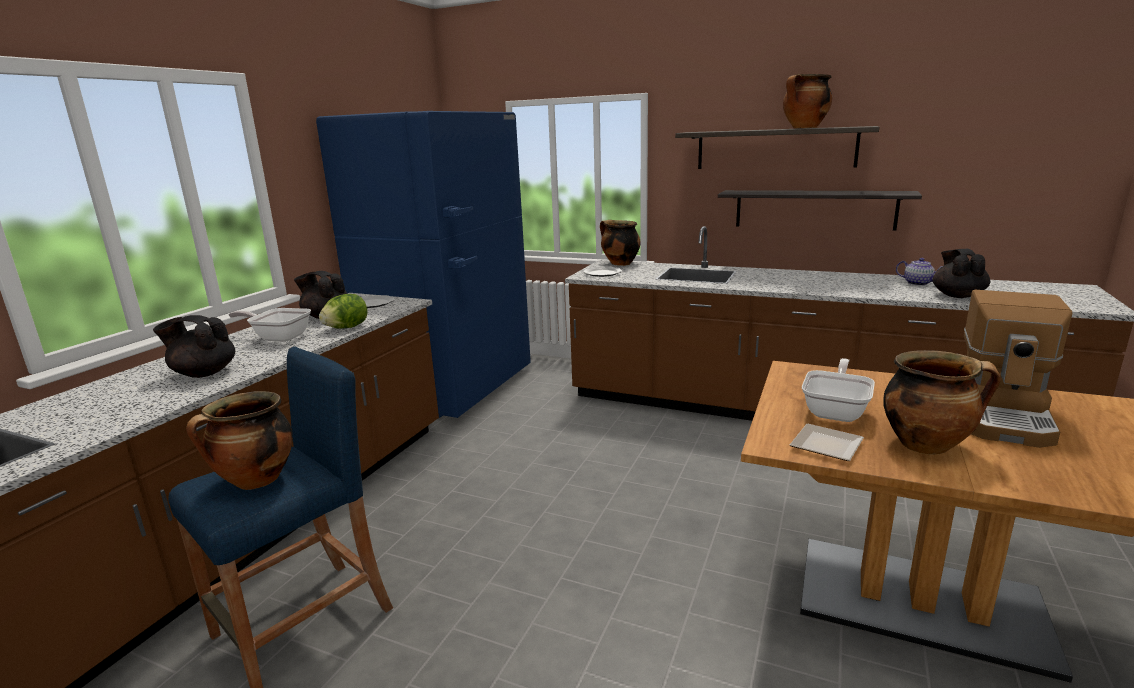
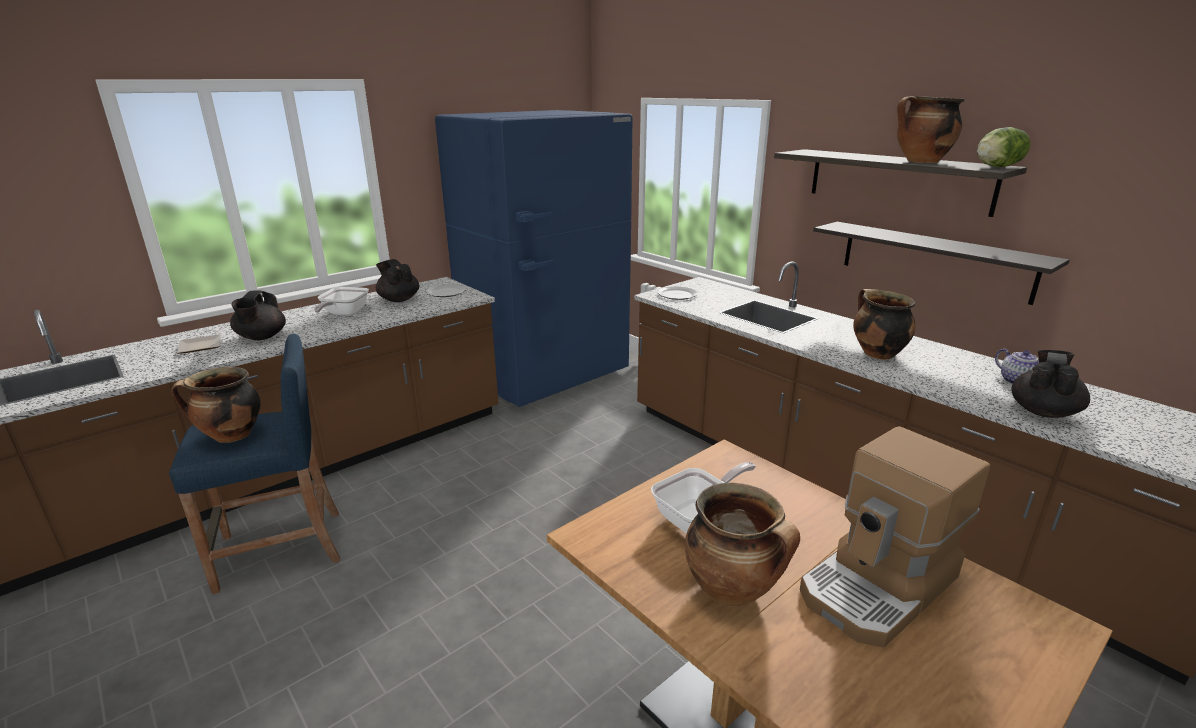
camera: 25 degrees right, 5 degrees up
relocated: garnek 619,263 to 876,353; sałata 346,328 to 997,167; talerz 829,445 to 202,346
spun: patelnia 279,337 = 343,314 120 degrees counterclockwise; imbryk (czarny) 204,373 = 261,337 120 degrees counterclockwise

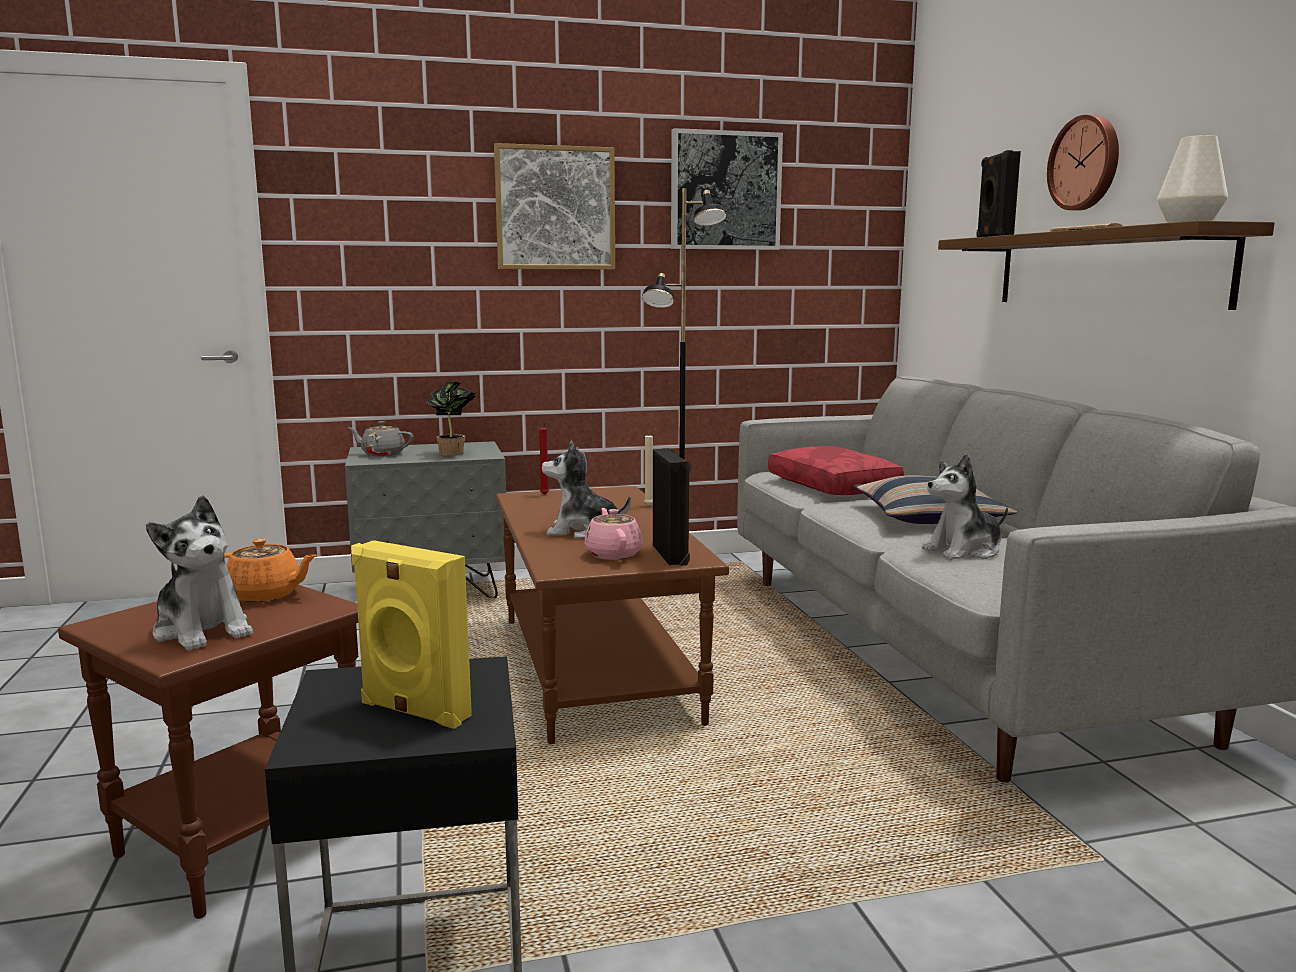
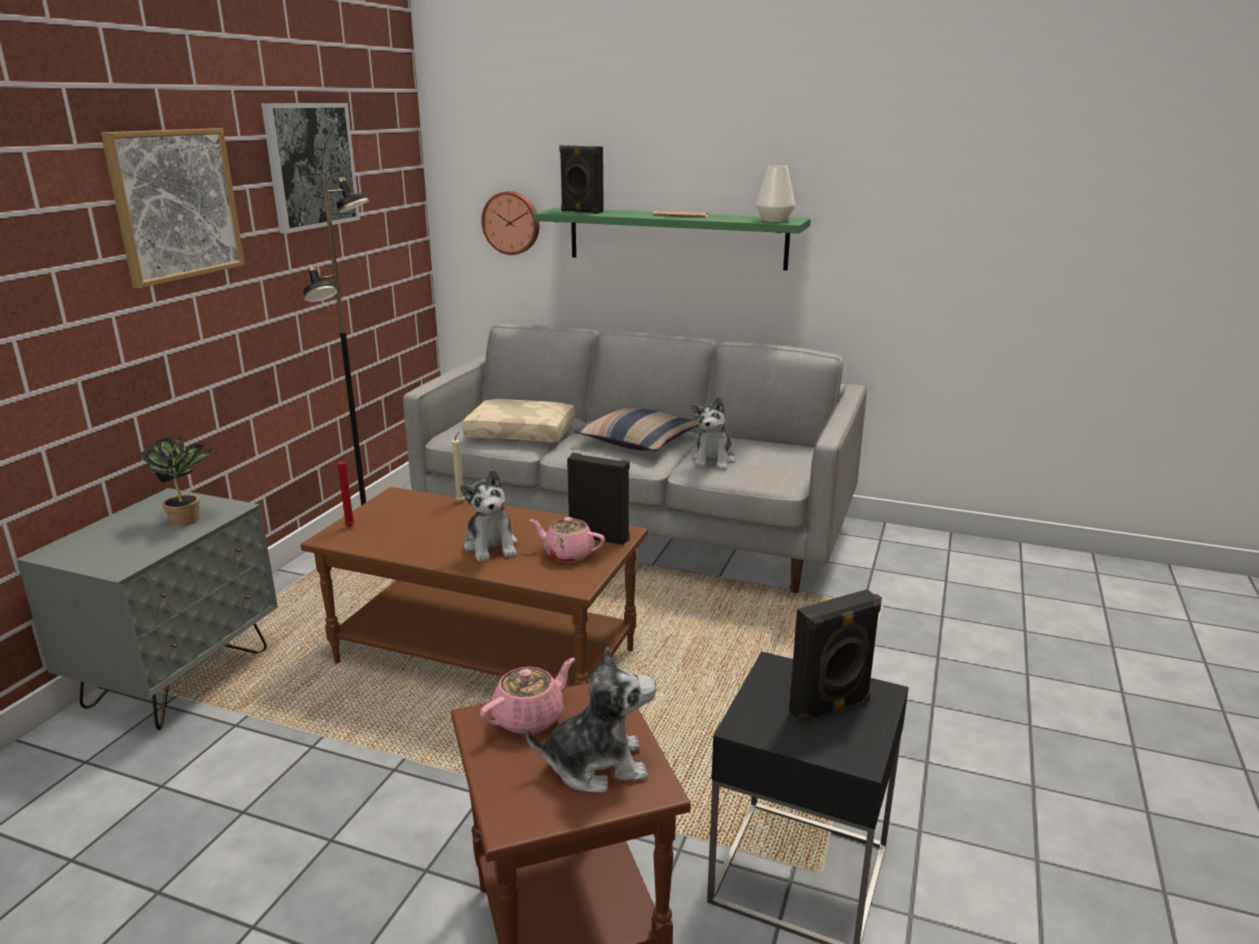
camera: 55 degrees left, 10 degrees up
missing: imbryk (szary) 382,454
relocated: zegar ścienny 1086,163 to 512,222
colour: półka (brązowy) 1104,269 to półka (zielony) 676,238; poduszka (czerwony) 835,486 to poduszka (beżowy) 522,433; imbryk (pomarańczowy) 266,595 to imbryk (różowy) 530,718; głośnik (żółty) 413,711 to głośnik (czarny) 831,708
spun: pluszak 582,531 = 491,546 60 degrees counterclockwise

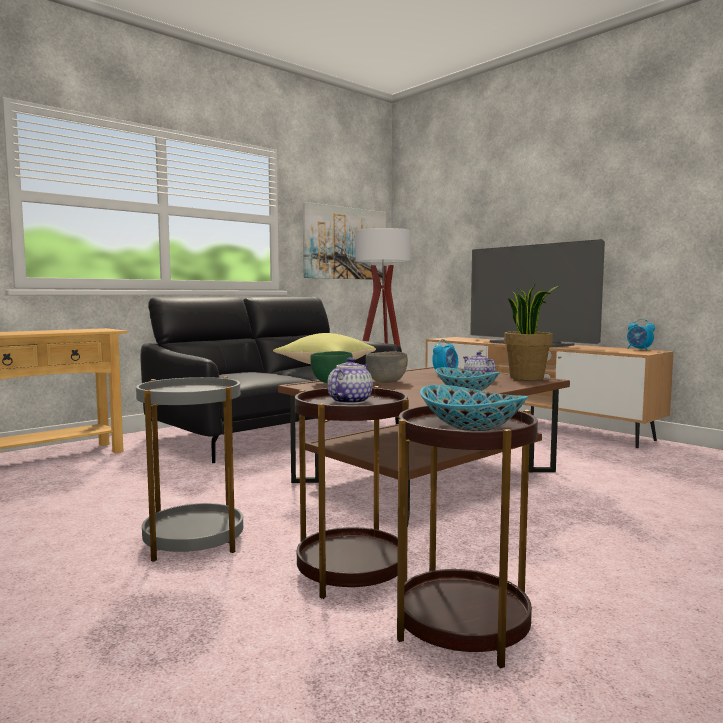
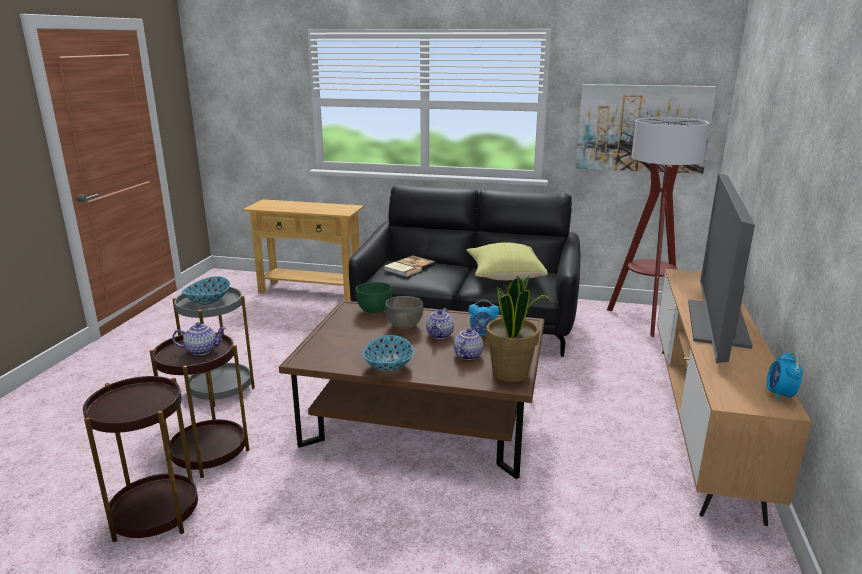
camera: 55 degrees right, 15 degrees up
appeared: książka 408,267; imbryk 440,335
relocated: miska 472,427 to 208,301

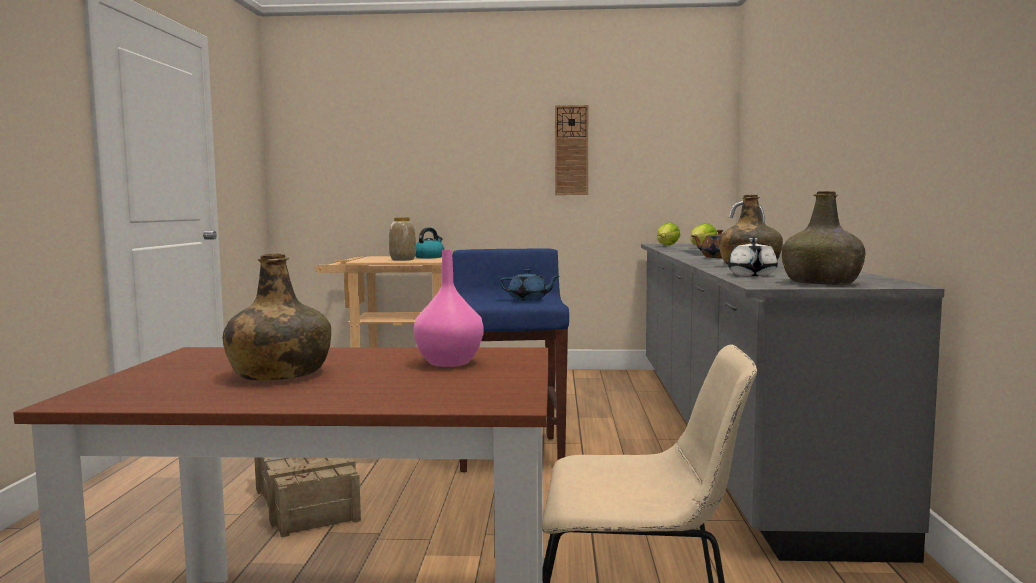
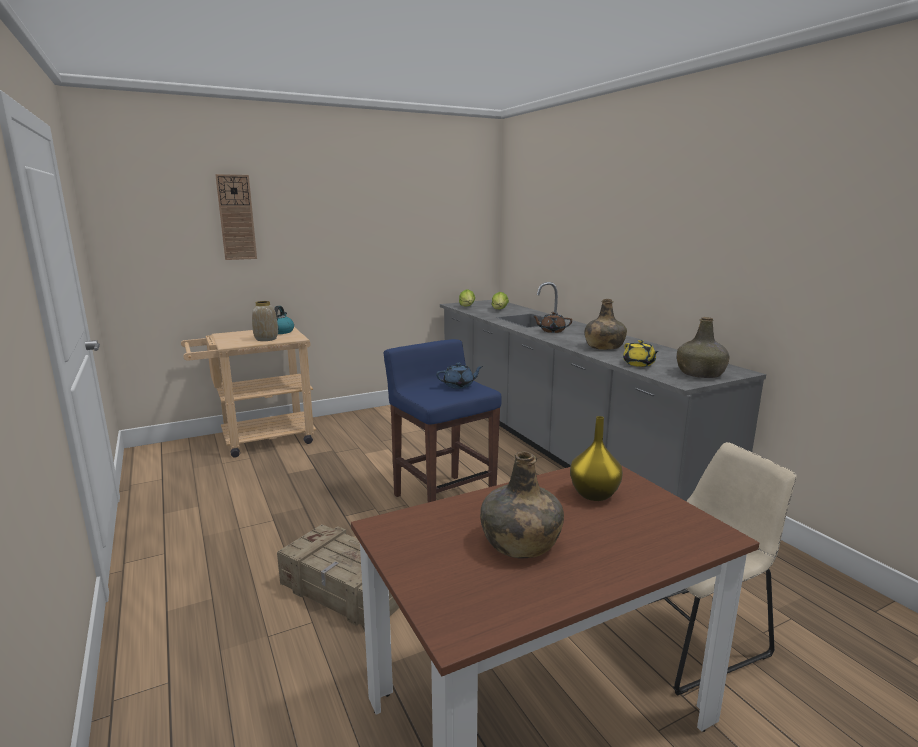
camera: 30 degrees left, 10 degrees up
relocated: zegar ścienny 571,150 to 236,217
colour: imbryk (biały) 752,275 to imbryk (żółty) 639,364; wazon (różowy) 448,362 to wazon (żółty) 593,494

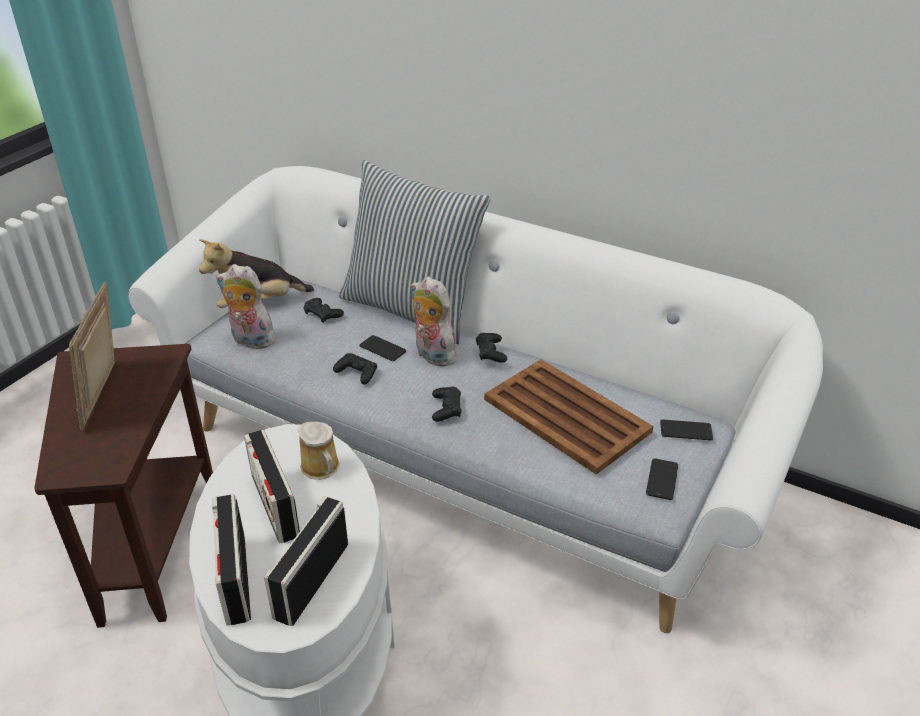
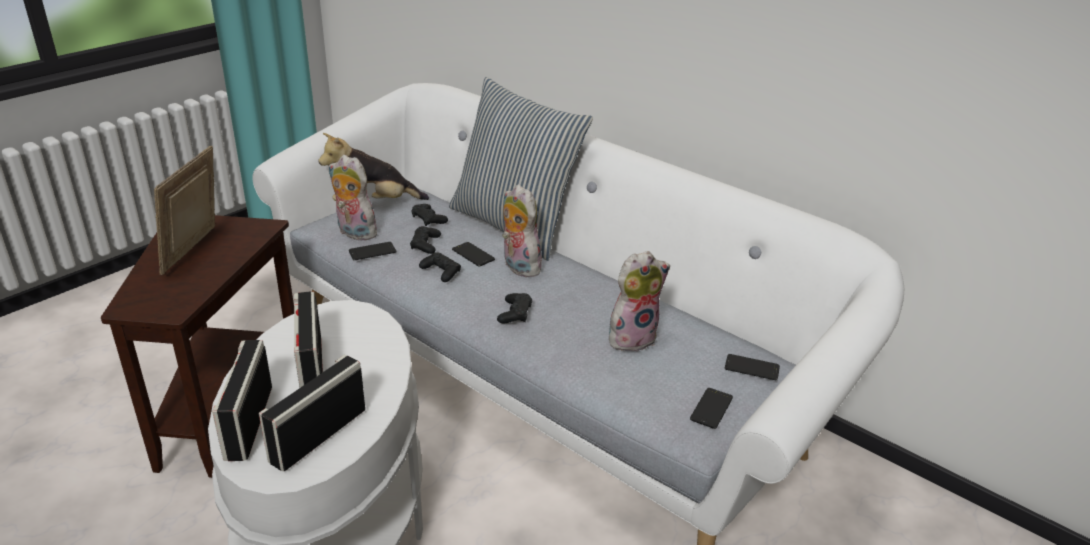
camera: 10 degrees right, 5 degrees down
missing: kubek 321,469
appeared: telefon 372,252
relocated: pad do gier (czarny) 491,352 to 425,244
exchanged: taca (brązowy) 567,416 to pluszak 632,337

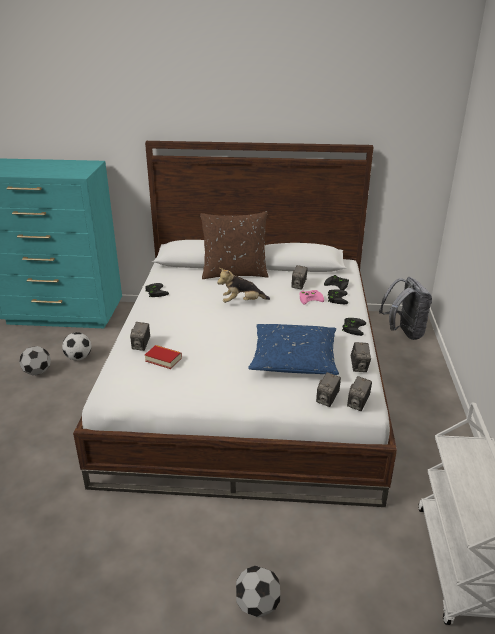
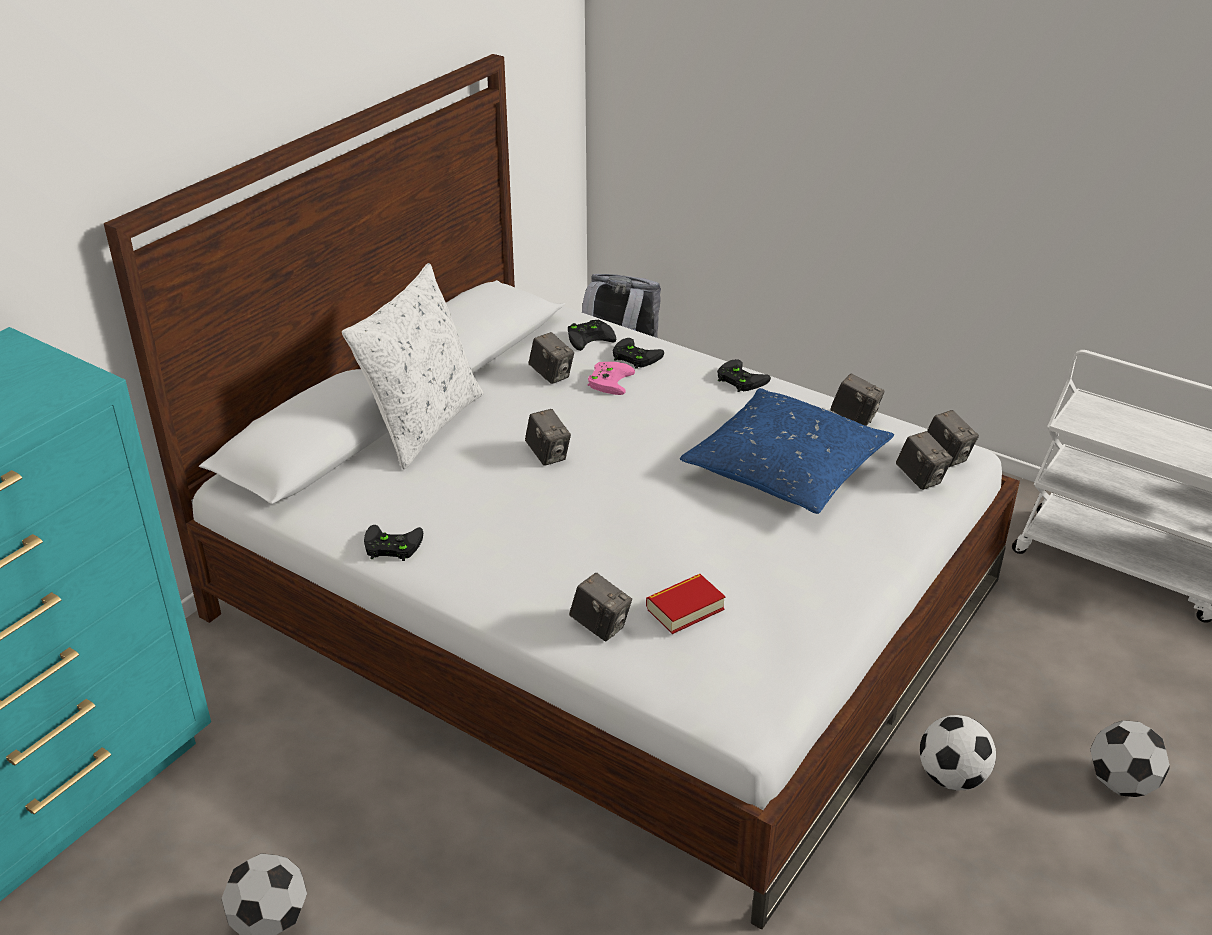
camera: 60 degrees left, 5 degrees up
relocated: piłka futbolowa 78,357 to 951,777
exchanged: pluszak 242,302 to aparat fotograficzny 548,455
colour: poduszka (brązowy) 234,273 to poduszka (biały) 422,424

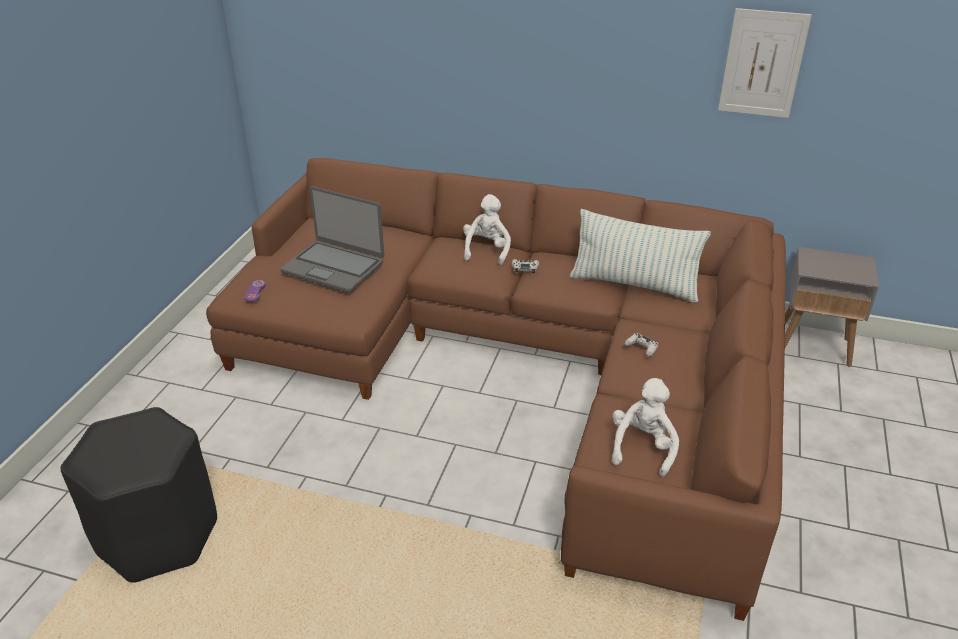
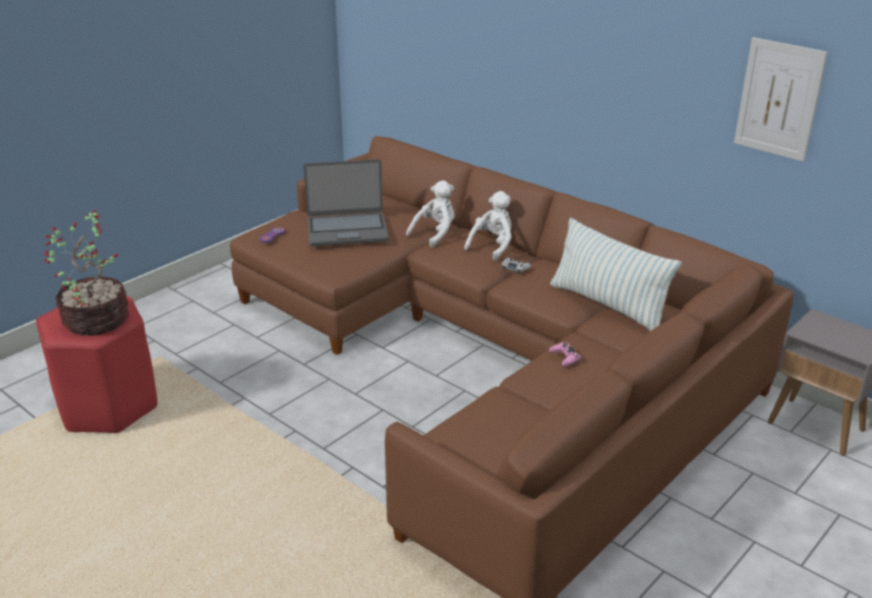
camera: 25 degrees right, 5 degrees down
appeared: roślina doniczkowa 97,320
relocated: pluszak (biały) 642,447 to 435,234
colour: pad do gier (biały) 641,348 to pad do gier (różowy) 565,358; stołek (czarny) 158,536 to stołek (czerwony) 108,406
spun: laptop 334,267 = 347,230 60 degrees counterclockwise

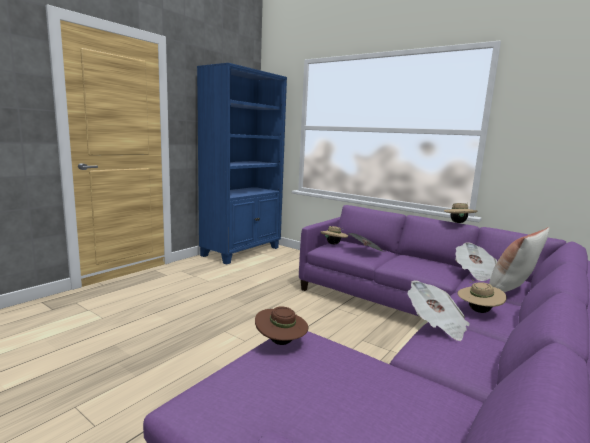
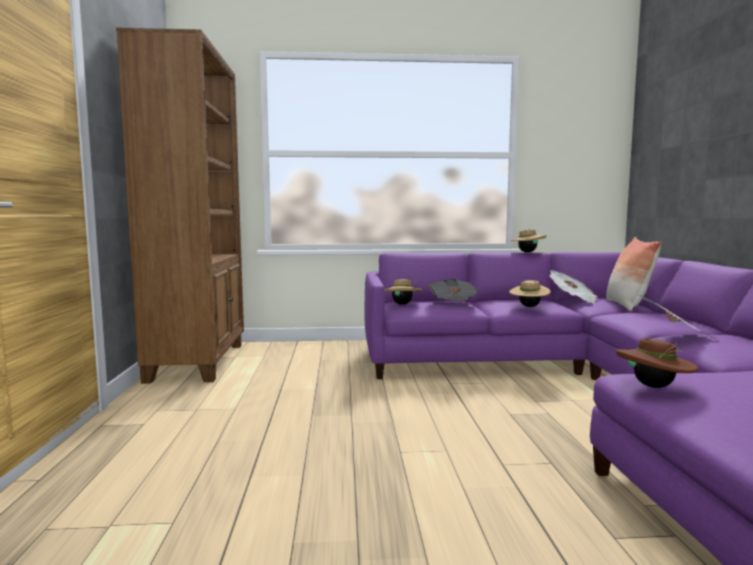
camera: 40 degrees left, 5 degrees down
relocated: kapelusz (beżowy) 478,311 to 528,306
colour: regał (niebieski) 242,251 to regał (brązowy) 199,361

